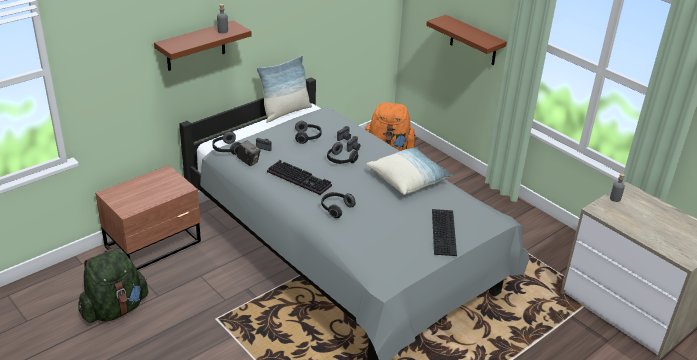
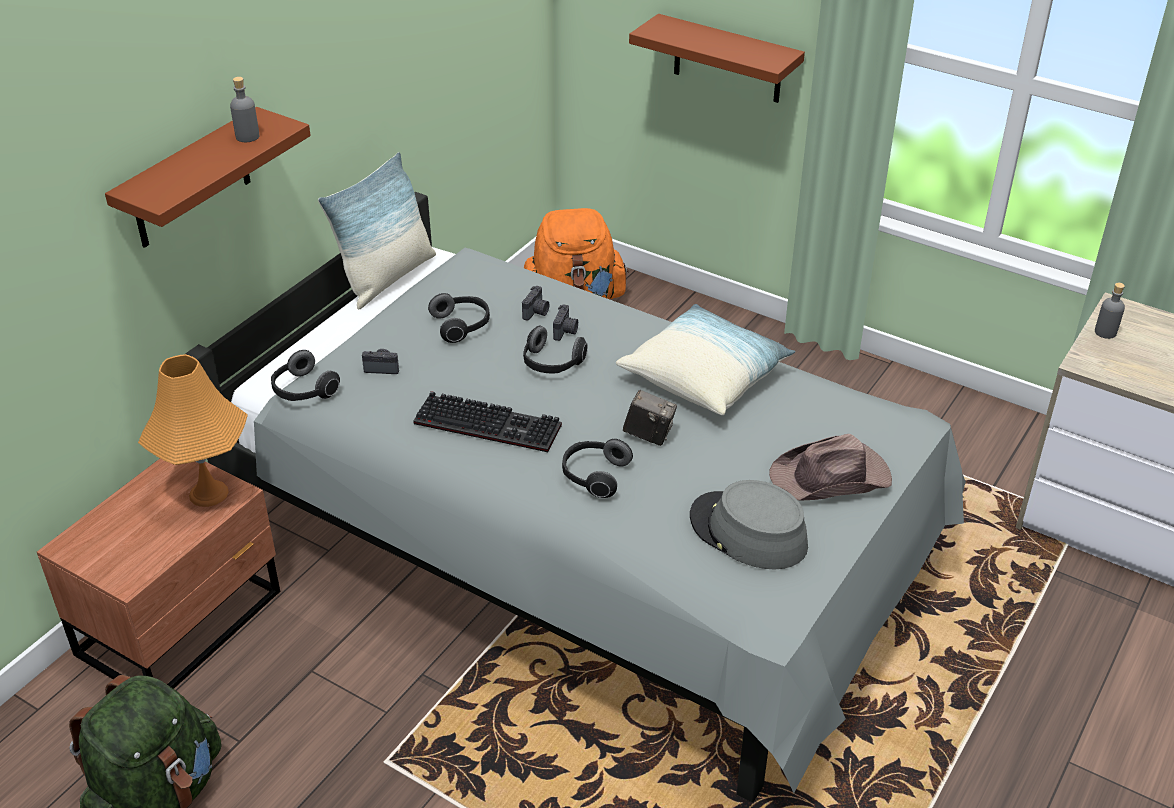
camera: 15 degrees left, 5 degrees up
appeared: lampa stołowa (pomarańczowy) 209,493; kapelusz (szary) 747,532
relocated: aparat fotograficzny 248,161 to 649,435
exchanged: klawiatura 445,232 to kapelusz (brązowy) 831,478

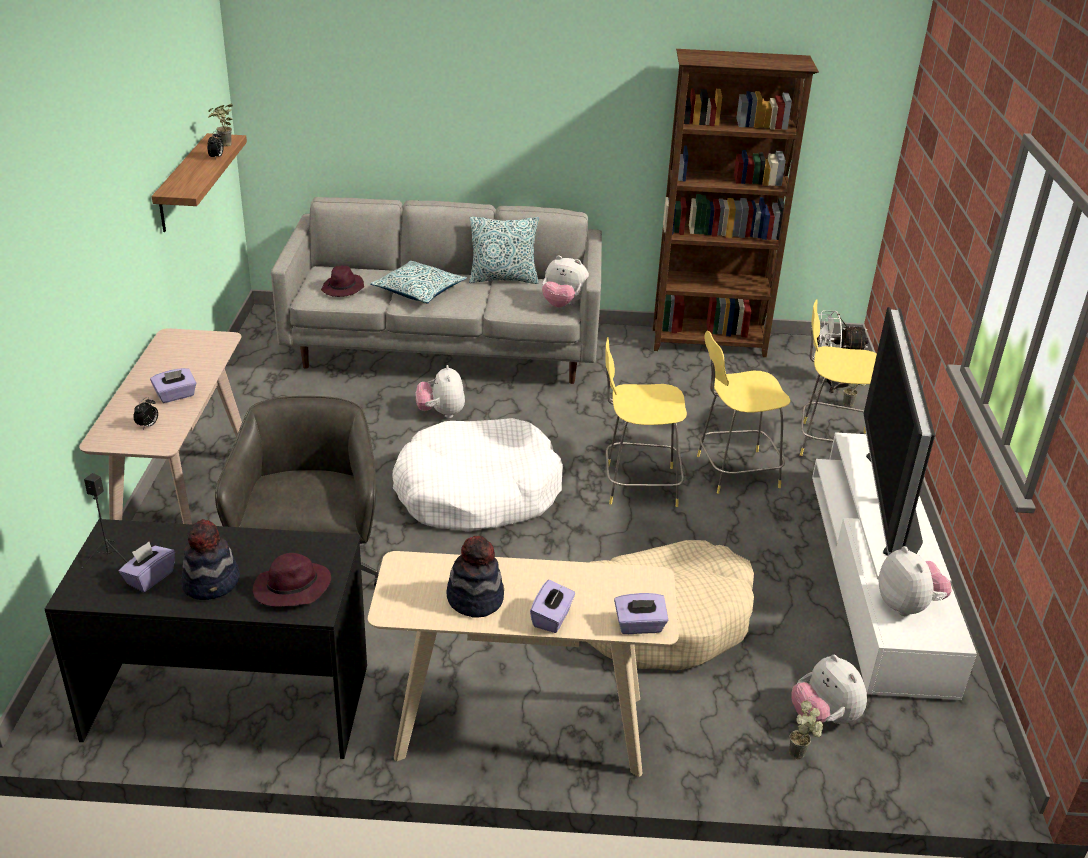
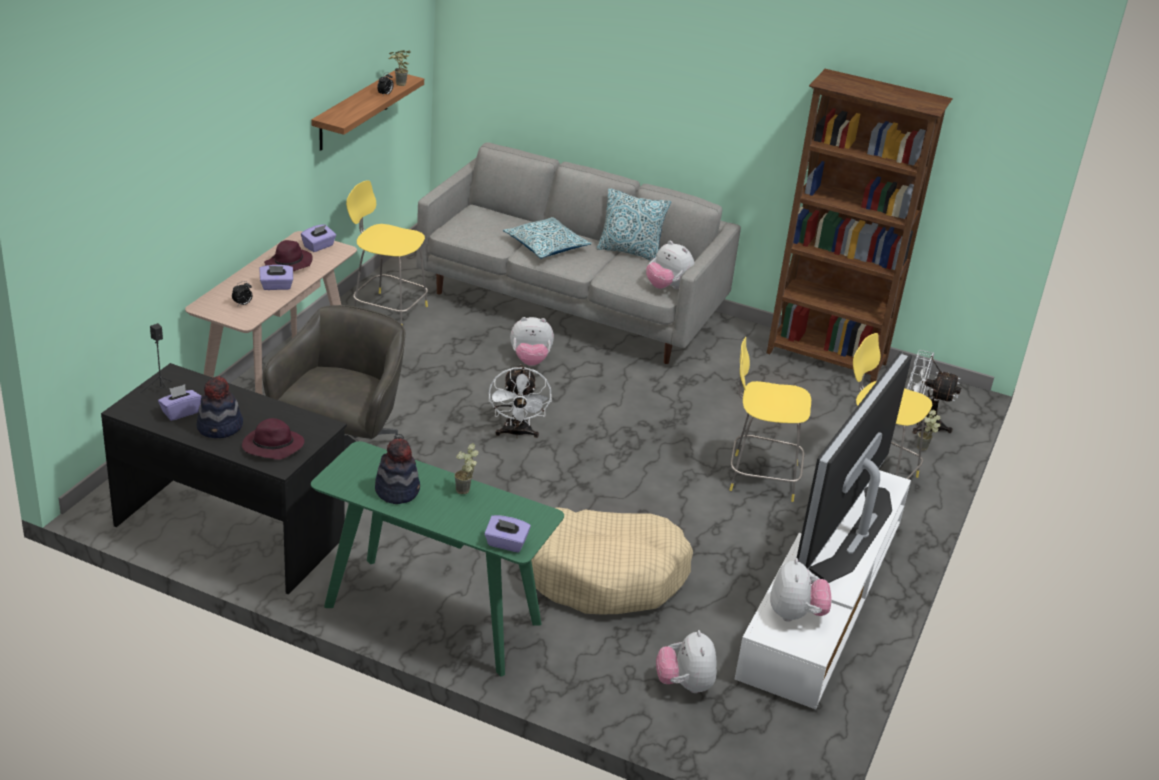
camera: 20 degrees right, 0 degrees up
relocated: kapelusz (fioletowy) 343,289 to 288,264; stołek (żółty) 638,485 to 387,310; pudełko chusteczek (fioletowy) 552,618 to 319,246; roślina doniczkowa 801,754 to 466,492
exchanged: legowisko (biały) 477,493 to wentylator (biały) 517,433
colour: stolik konsolowy (beżowy) 520,728 to stolik konsolowy (zielony) 432,615
spun: pluszak 441,413 = 530,360 105 degrees counterclockwise

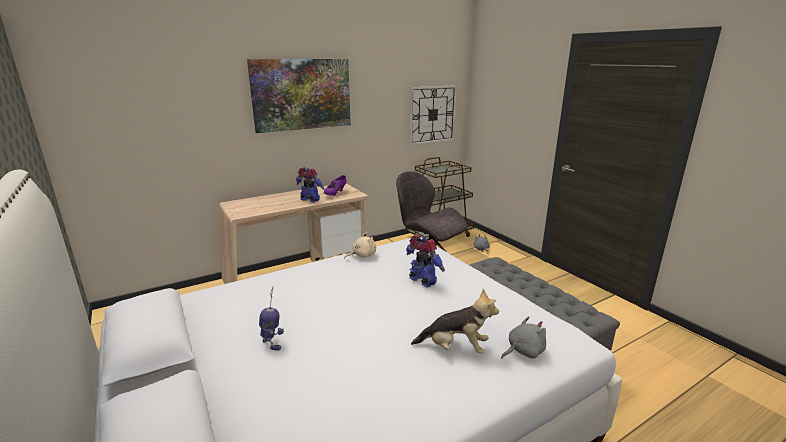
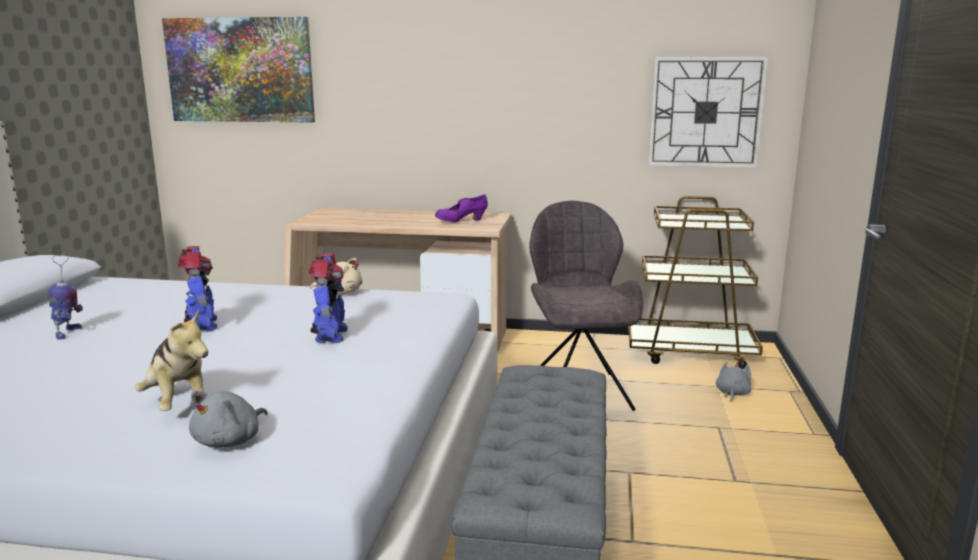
camera: 40 degrees right, 5 degrees down
relocated: obraz 302,94 to 240,70; robot zabawkowy 310,200 to 201,325
spun: pluszak (szary) 523,351 = 230,441 105 degrees clockwise

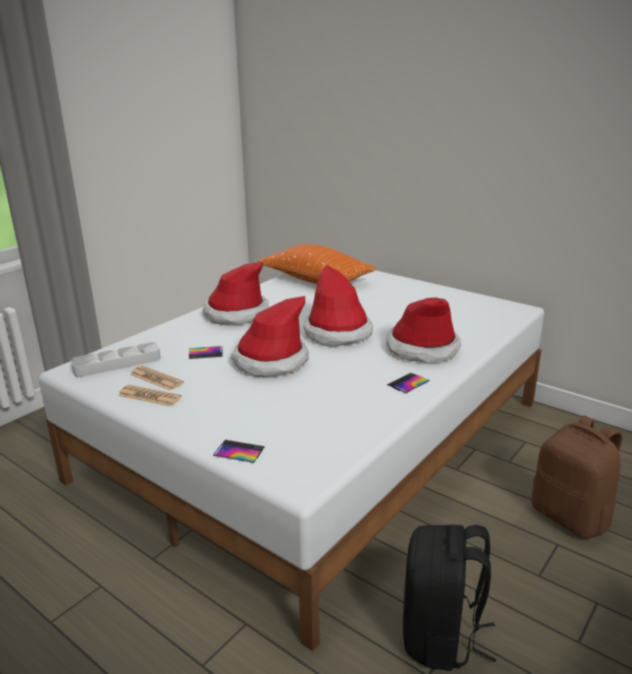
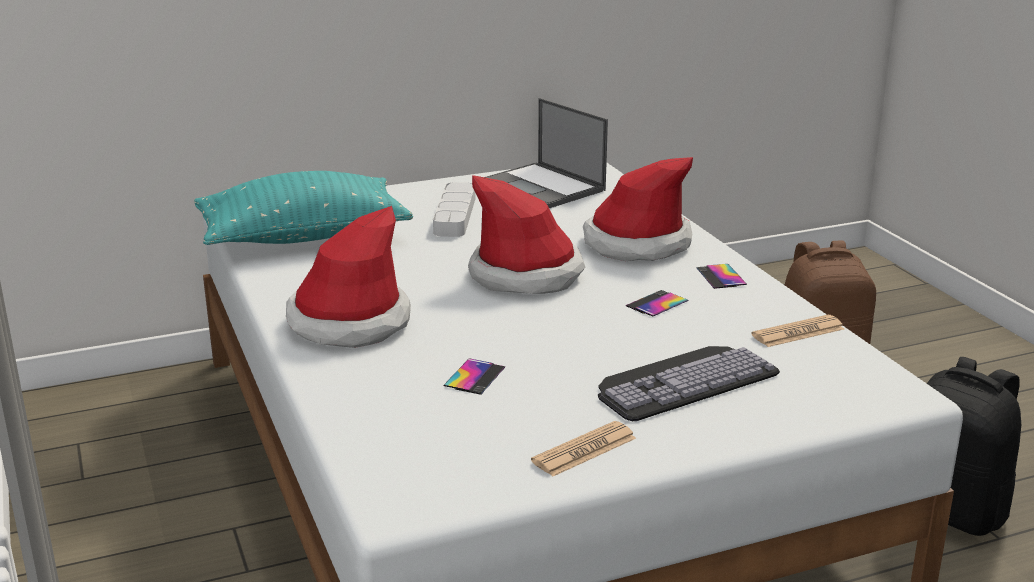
camera: 60 degrees left, 0 degrees up
missing: kapelusz 270,361
appeared: laptop 545,186; klawiatura 683,380
relocated: taca (szary) 117,364 to 455,215; gazeta 156,379 to 798,332; telefon 239,451 to 657,303
colour: poduszka (pomarańczowy) 316,280 to poduszka (turkusowy) 303,237

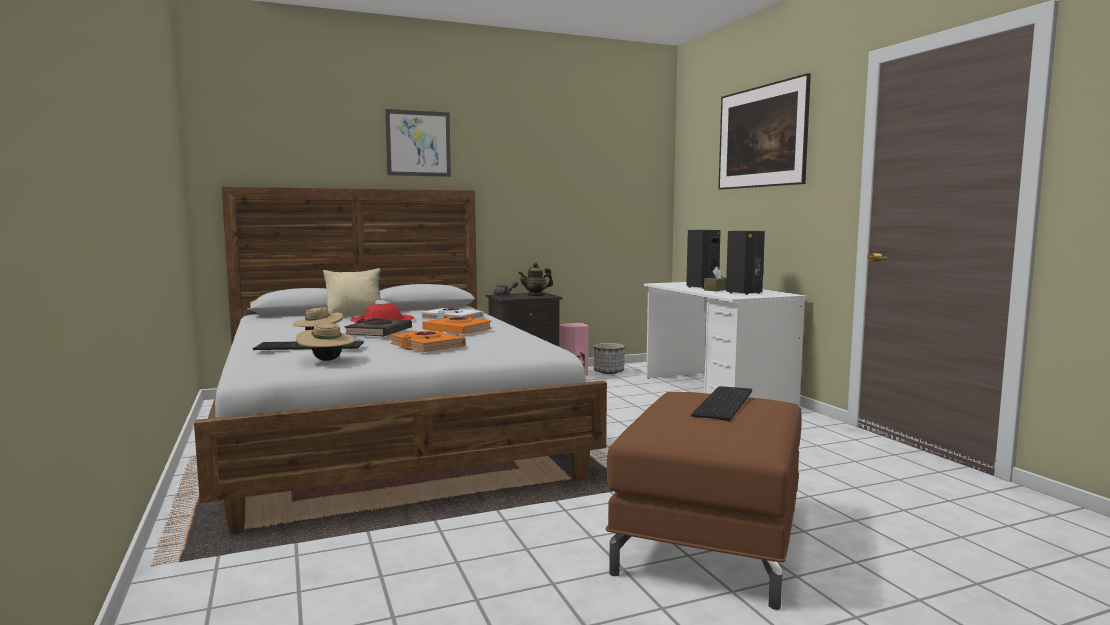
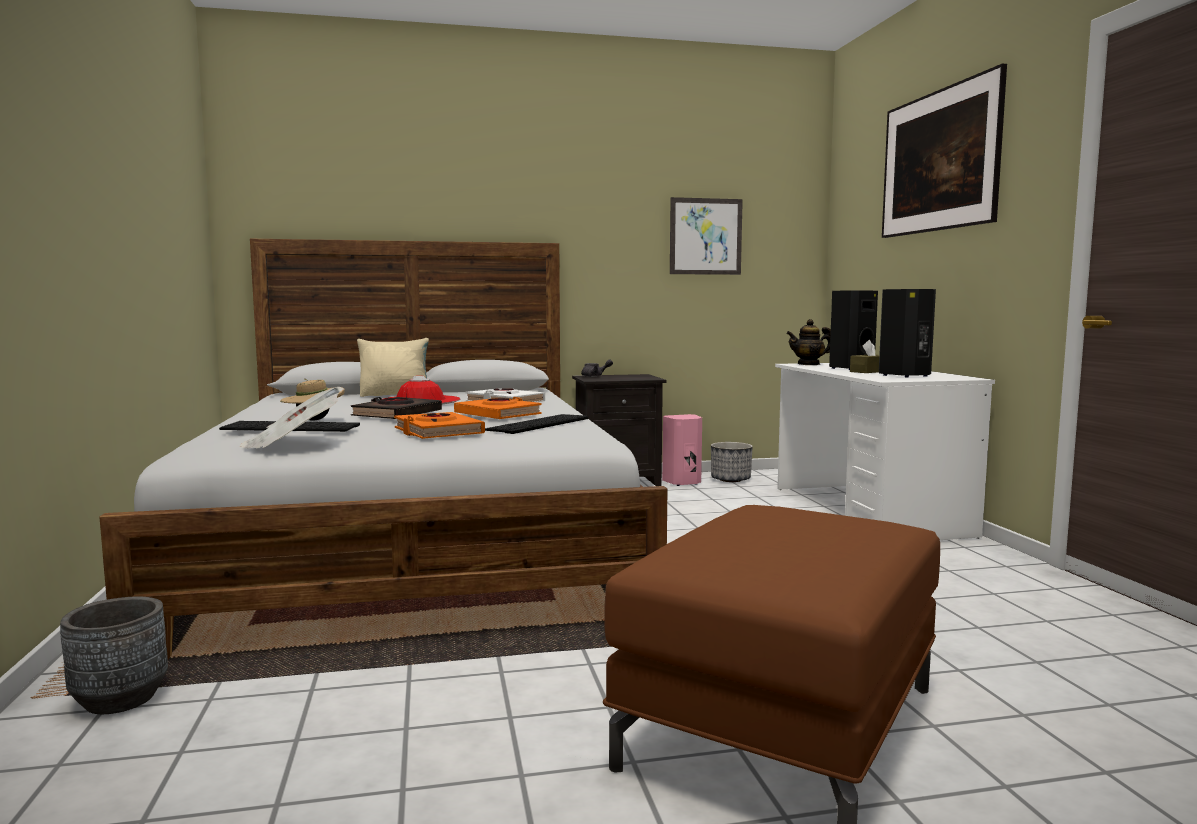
camera: 10 degrees right, 0 degrees up
appeared: donica (szary) 120,699
relocated: obraz 418,143 to 705,236; imbryk 535,295 to 809,364; klawiatura 725,403 to 539,424
exchanged: kapelusz (beżowy) 326,360 to gazeta 293,444

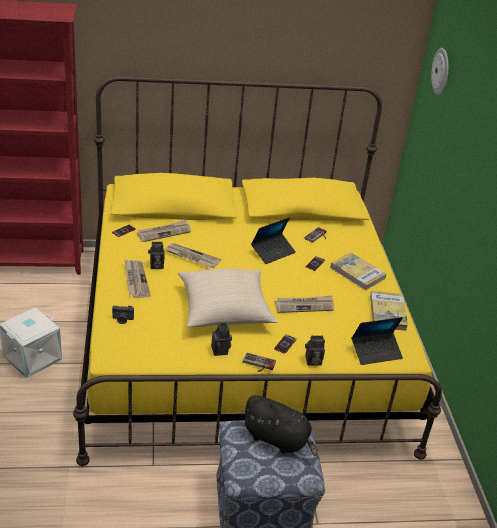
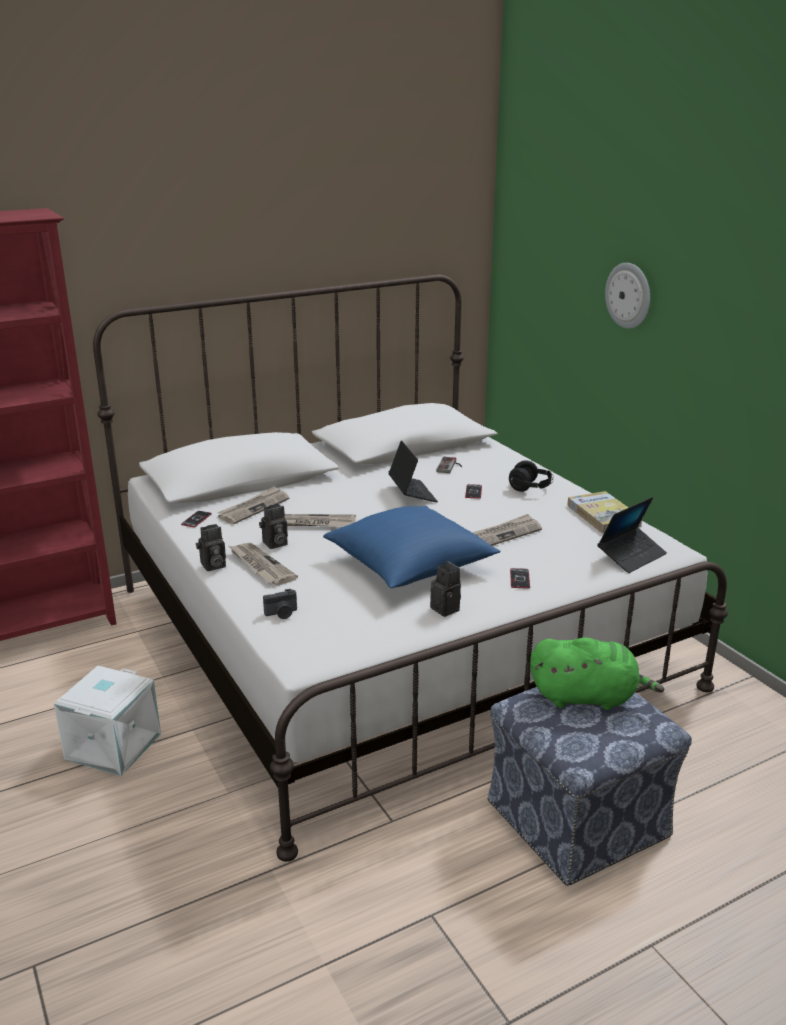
camera: 20 degrees left, 10 degrees down
missing: pad do gier 258,364
relocated: zegar ścienny 441,71 to 629,295; aparat fotograficzny 312,361 to 212,566
exchanged: książka 357,273 to słuchawki (czarny) 530,488
colour: łóżko (żółty) 240,340 to łóżko (biały) 392,635; poduszka (beżowy) 224,310 to poduszka (niebieski) 409,565; pluszak (czarny) 278,439 to pluszak (zielony) 587,697
spun: laptop 273,252 = 412,493 45 degrees counterclockwise

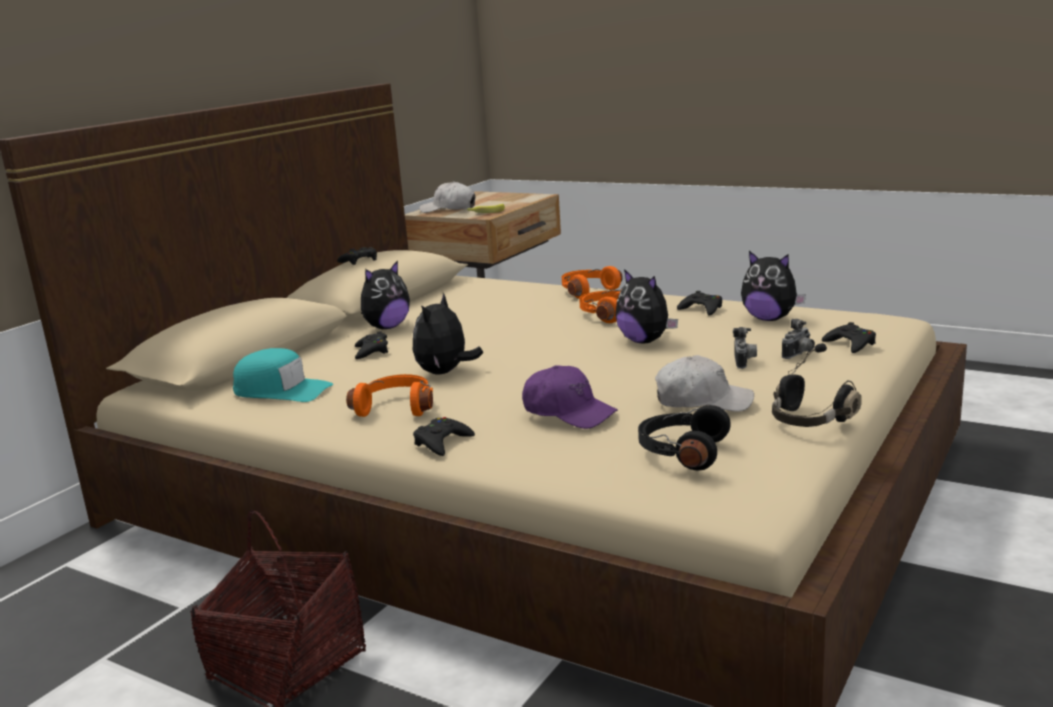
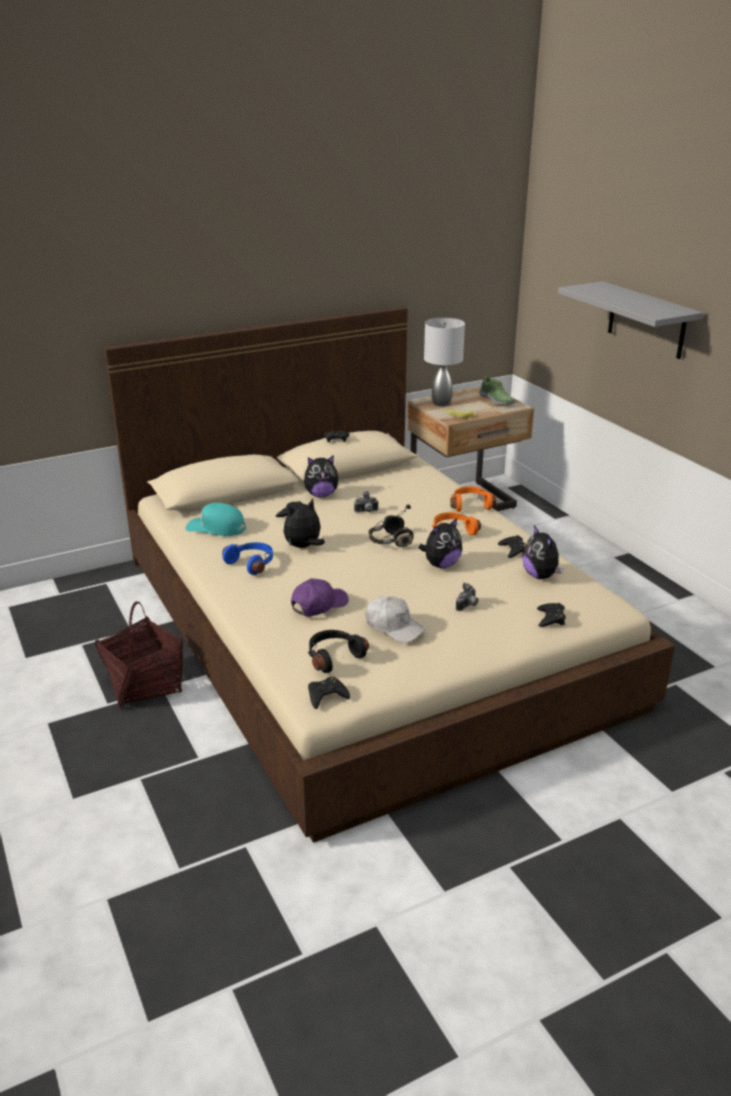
camera: 30 degrees right, 10 degrees up
appeared: półka (szary) 646,320; but 496,400
relocated: aparat fotograficzny 799,354 to 366,512; słuchawki (czarny) 809,421 to 390,541; pad do gier (czarny) 442,442 to 326,696
exchanged: czapka z daszkiem (biały) 449,209 to lampa stołowa (szary) 441,403
colour: słuchawki (pomarańczowy) 397,407 to słuchawki (niebieski) 252,563
spun: pluszak 645,341 = 441,564 120 degrees counterclockwise; czapka z daszkiem (turkusowy) 282,390 = 216,527 150 degrees clockwise; czapka z daszkiem (fioletowy) 568,412 = 319,605 105 degrees counterclockwise

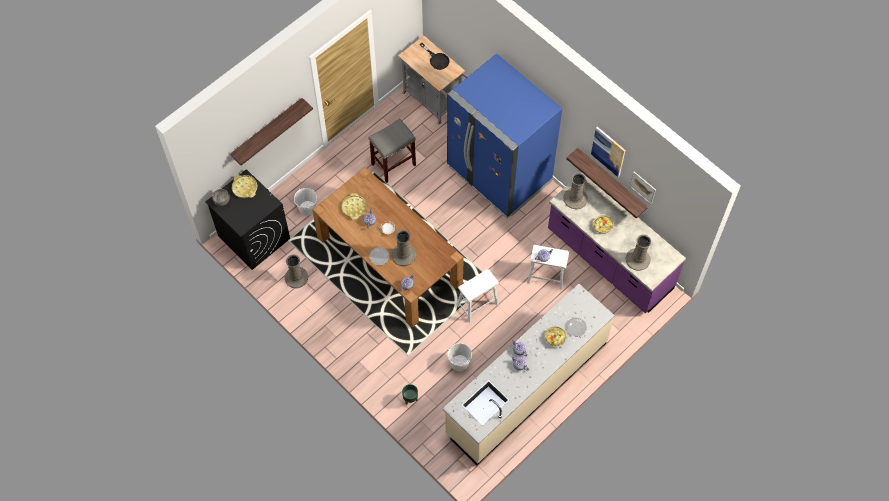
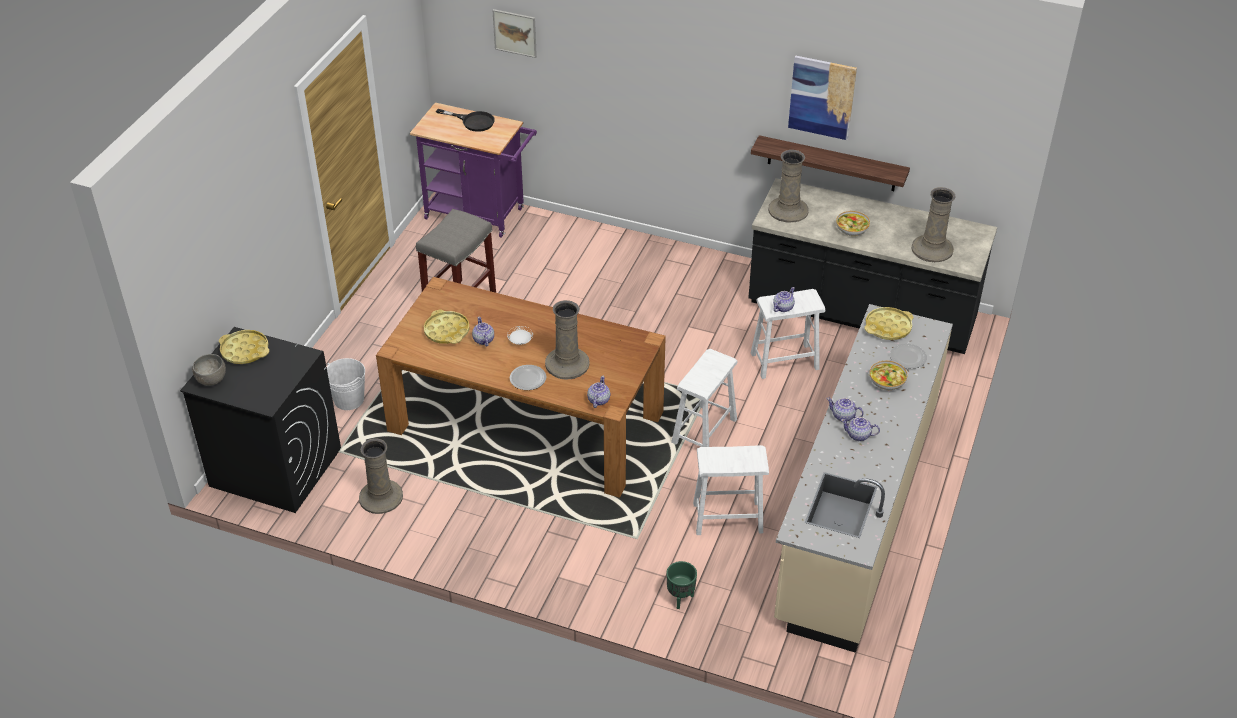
camera: 25 degrees left, 20 degrees down
missing: lodówka (niebieski) 499,174; półka 267,130
appeared: taca (żółty) 888,327
relocated: obraz 643,187 to 515,33
exchanged: wiadro (biały) 459,363 to stołek (biały) 728,518
colour: wózek (szary) 435,102 to wózek (fioletowy) 480,215; zabudowa kuchenna (fioletowy) 609,260 to zabudowa kuchenna (czarny) 861,313

